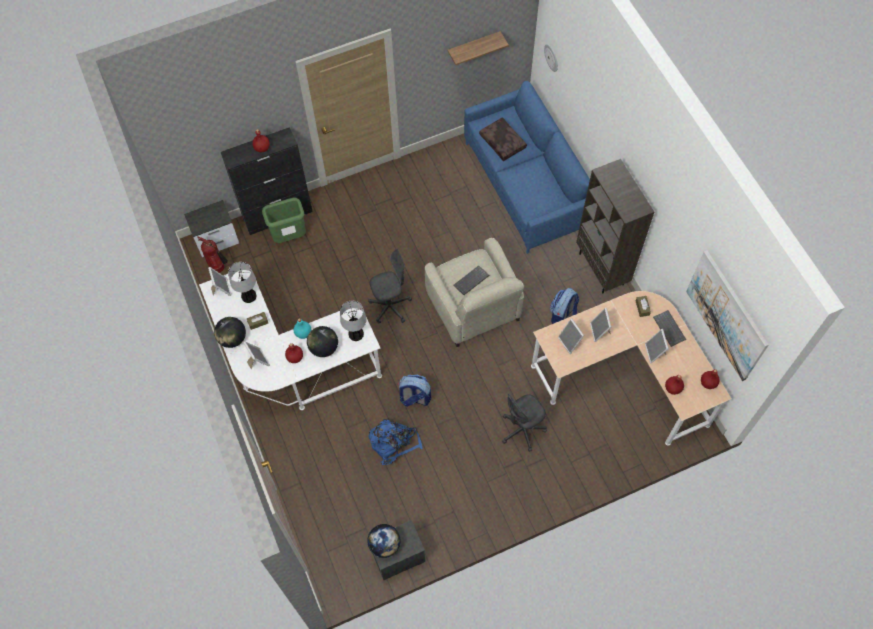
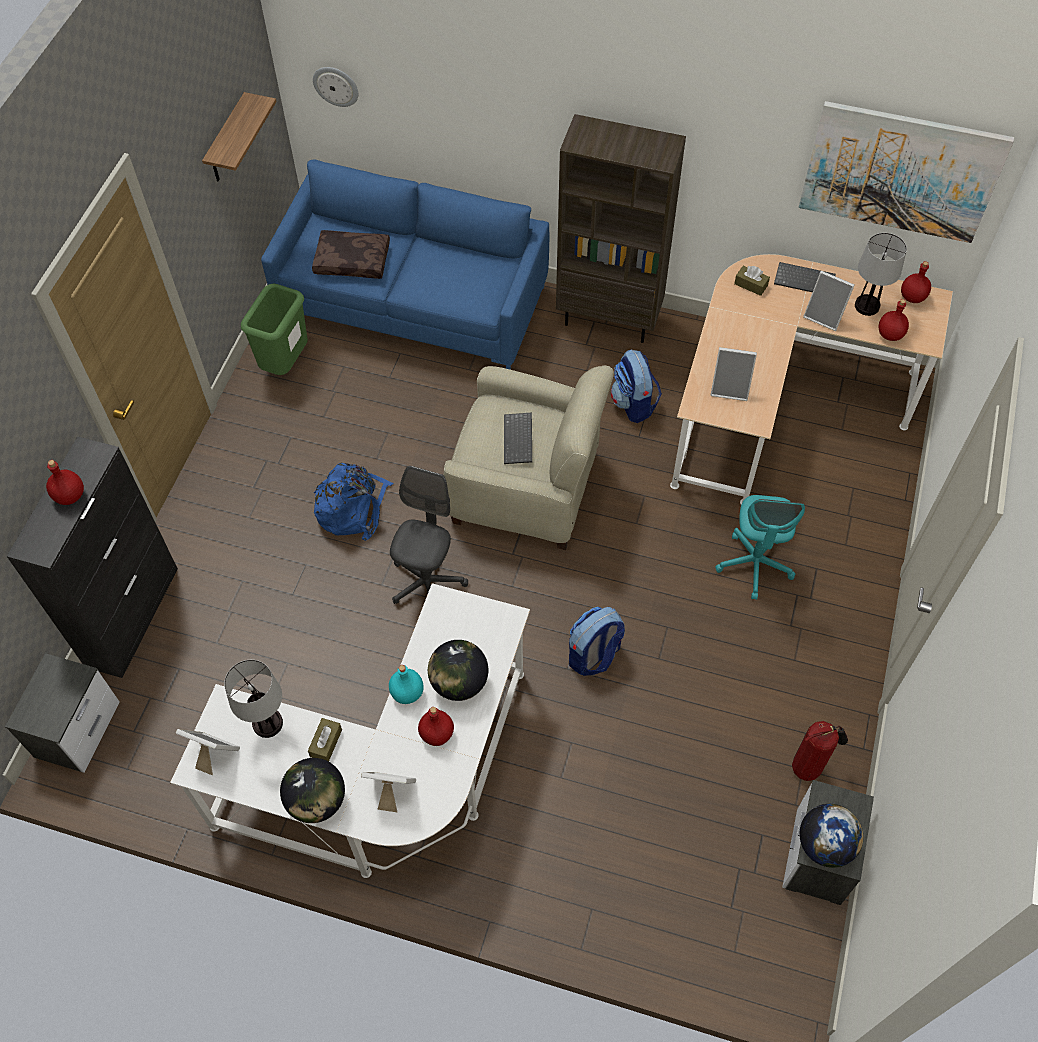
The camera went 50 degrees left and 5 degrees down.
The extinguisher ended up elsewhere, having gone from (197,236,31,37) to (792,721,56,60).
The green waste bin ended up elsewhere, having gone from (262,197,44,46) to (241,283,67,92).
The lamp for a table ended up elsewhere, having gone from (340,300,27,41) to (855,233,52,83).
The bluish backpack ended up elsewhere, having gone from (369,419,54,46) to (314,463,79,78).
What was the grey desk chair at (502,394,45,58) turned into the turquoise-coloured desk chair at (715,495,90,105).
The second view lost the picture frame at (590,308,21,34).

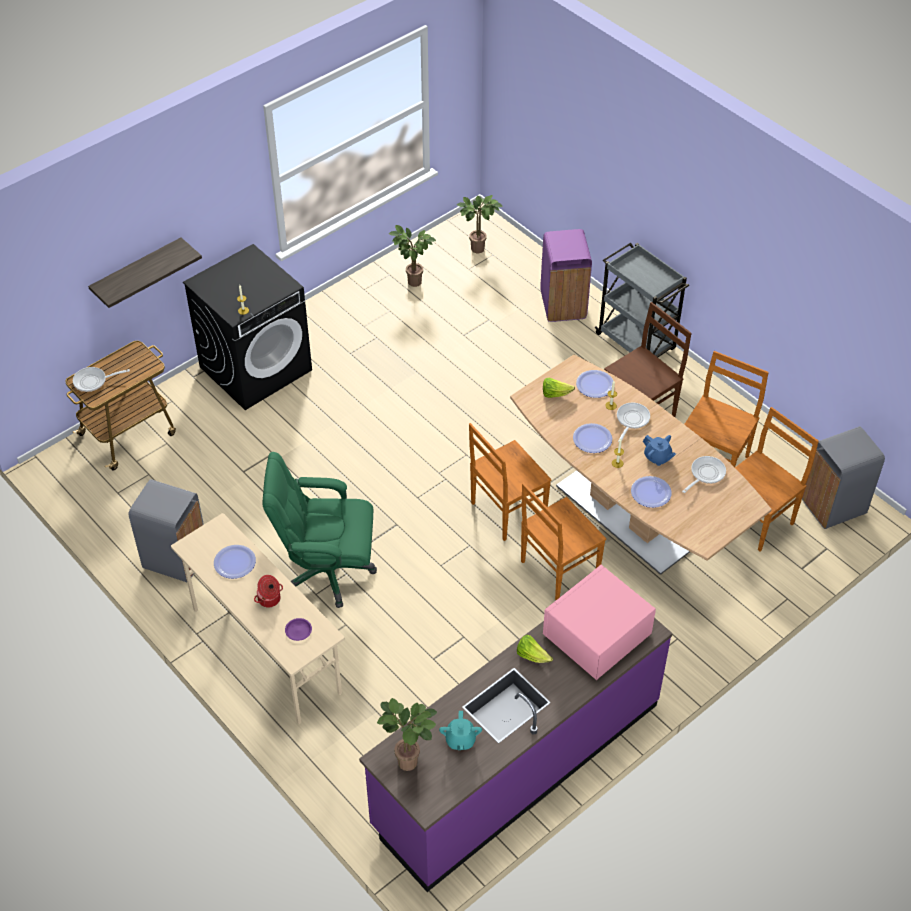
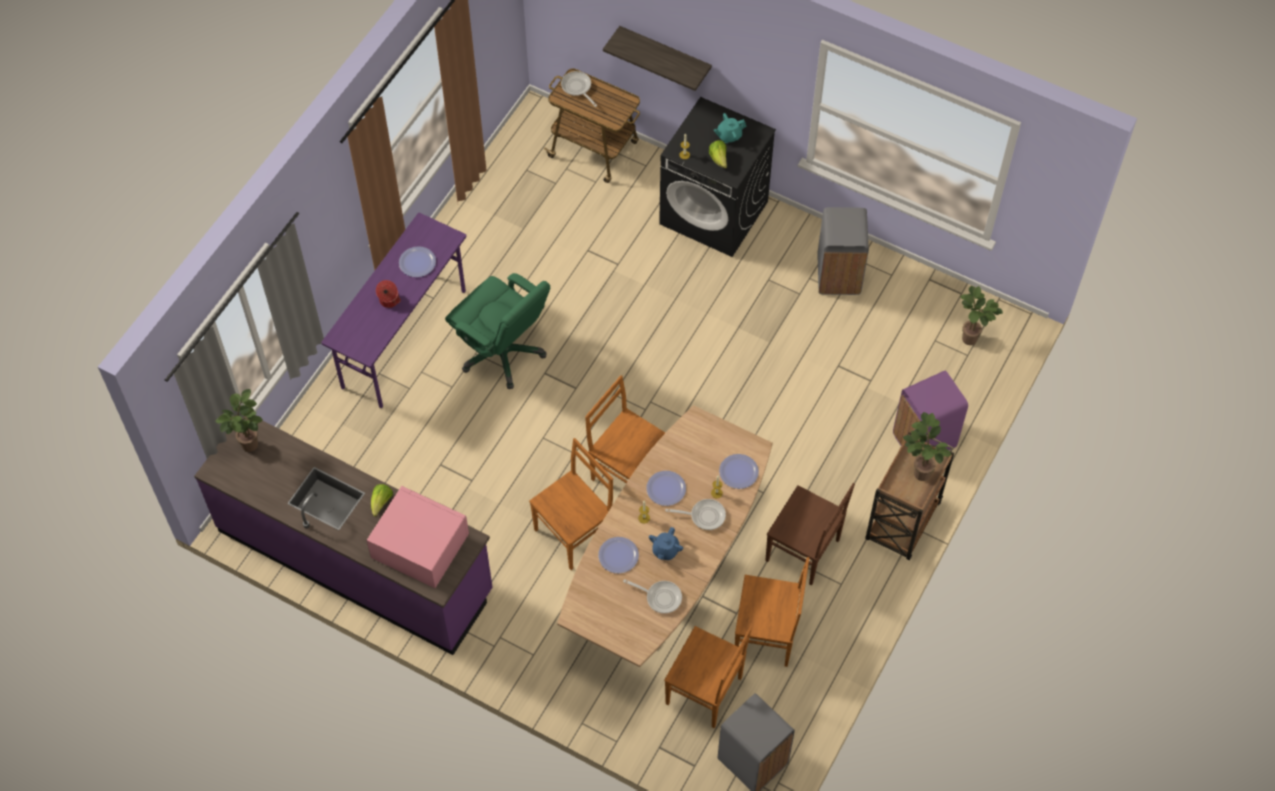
The camera went 70 degrees right and 10 degrees up.
The grey waste bin ended up elsewhere, having gone from (128,479,76,103) to (817,207,52,88).
What was the beige-coloured desk at (171,513,174,211) turned into the purplish desk at (321,213,146,195).
The green desk chair at (263,452,114,156) ended up facing another way, 150 degrees clockwise from before.
The second view lost the purplish flat dish at (285,618,27,23).
The potted plant ended up elsewhere, having gone from (389,225,47,62) to (903,412,48,69).
The turquoise-coloured pot for tea ended up elsewhere, having gone from (439,711,43,39) to (714,113,32,30).
The brown chair at (521,483,85,117) ended up facing another way, 105 degrees clockwise from before.
The lettuce head ended up elsewhere, having gone from (543,378,32,20) to (709,140,18,28).
What was the grey wheeled cart at (594,243,95,114) turned into the brown wheeled cart at (865,432,89,128).

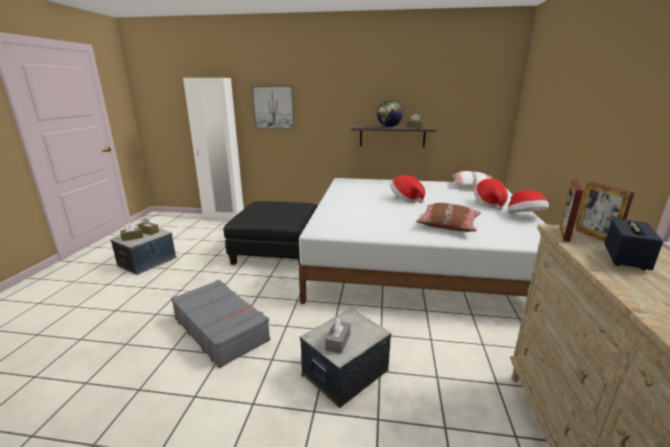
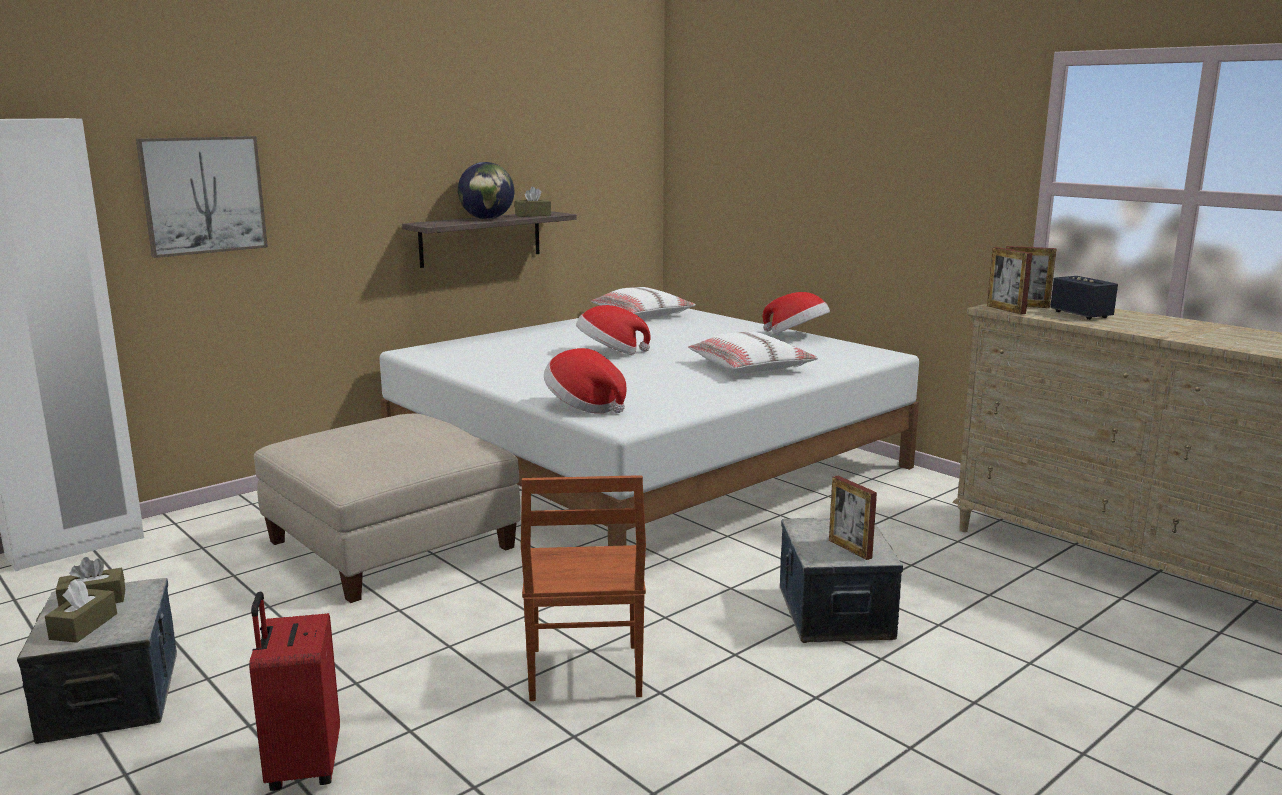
The camera went 50 degrees left and 5 degrees down.
Where the grey piece of luggage stood at (171,280,99,88), the brown chair came to stand at (521,475,125,226).
What was the black ottoman at (223,201,95,64) turned into the beige-coloured ottoman at (254,414,267,189).
Where the grey box of tissues stood at (325,318,26,36), the picture frame came to stand at (829,476,48,84).
What was the brown cushion at (416,203,65,29) turned into the white-coloured cushion at (688,332,130,41).
The wearable hat ended up elsewhere, having gone from (474,179,34,31) to (544,348,83,65).
The second view gained the red-coloured piece of luggage at (249,591,91,200).

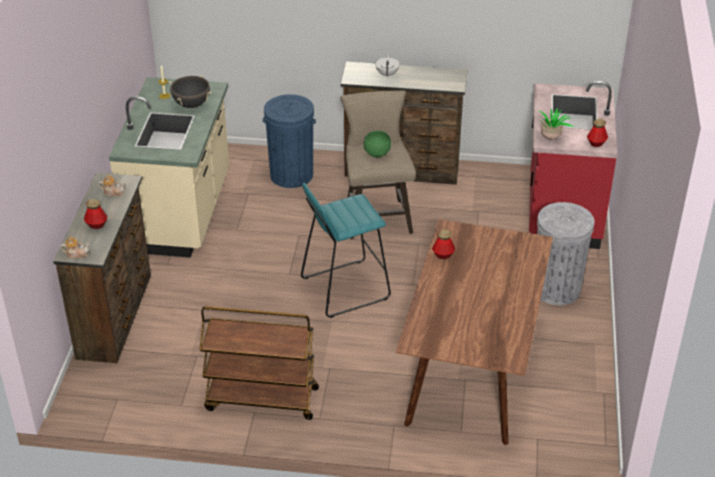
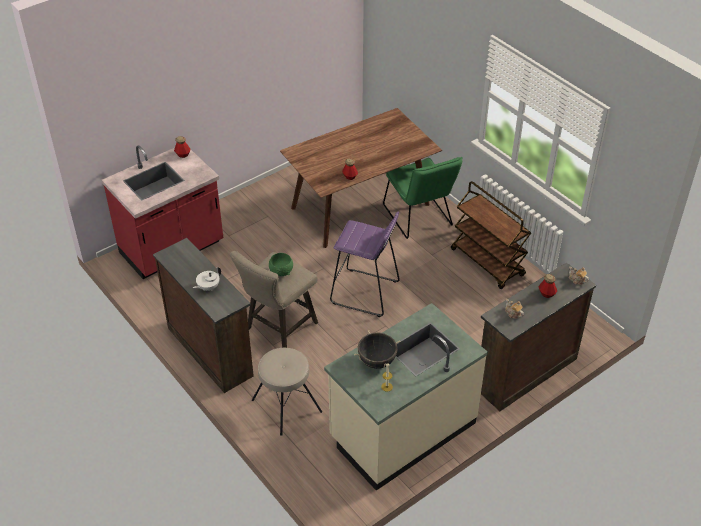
The camera went 135 degrees left and 5 degrees up.
Where the bluish waste bin stood at (263,94,53,94), the beige-coloured stool came to stand at (252,348,70,88).
What was the turquoise-coloured stool at (301,183,90,135) turned into the purplish stool at (330,211,70,106).
The second view lost the potted plant at (537,108,37,32).
The second view lost the grey waste bin at (537,202,58,103).
The second view gained the green chair at (383,157,80,82).

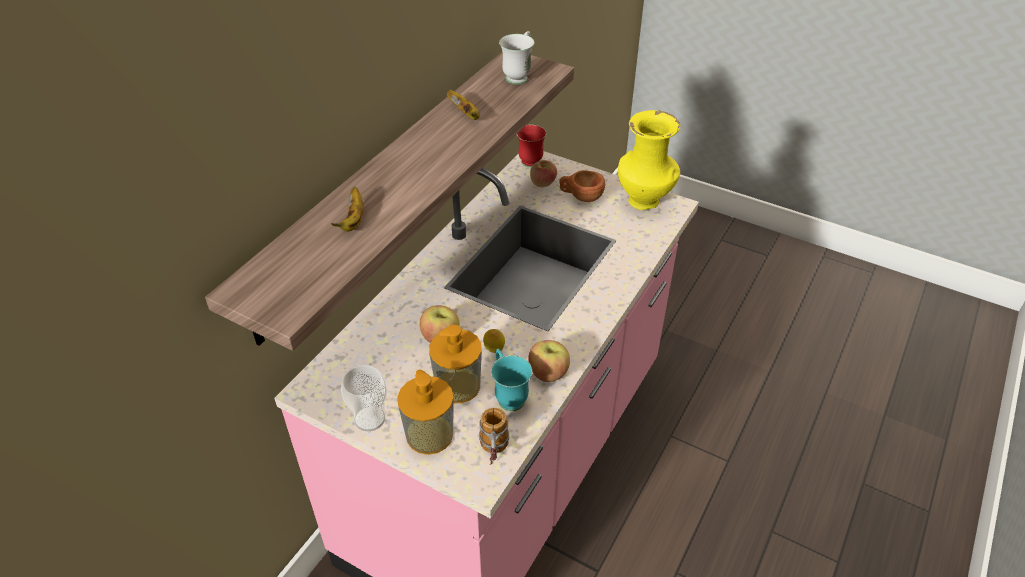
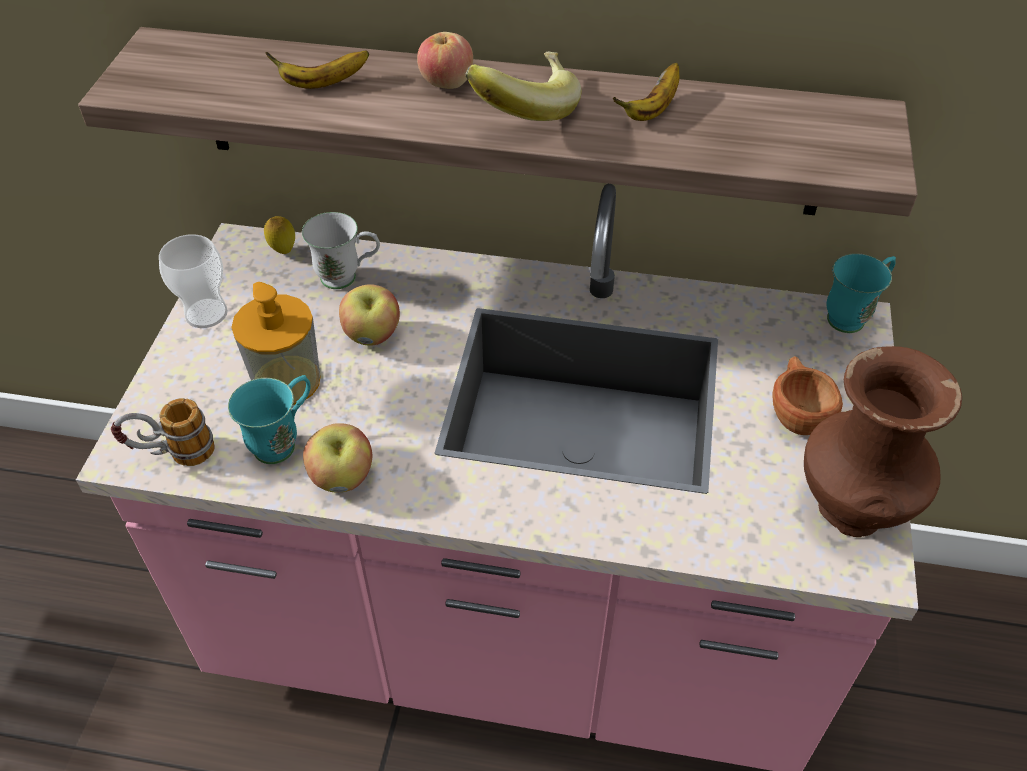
The camera went 70 degrees right and 5 degrees up.
The second view lost the soap bottle at (397,369,57,86).
The lemon ended up elsewhere, having gone from (483,329,22,24) to (264,216,31,38).
The white-coloured tea mug ended up elsewhere, having gone from (499,31,35,53) to (302,212,78,77).
What was the red-coloured tea mug at (517,124,29,44) turned into the turquoise-coloured tea mug at (826,253,70,80).
The apple fruit ended up elsewhere, having gone from (530,160,27,27) to (417,32,56,57).
What was the yellow decorative vase at (618,110,62,100) turned into the brown decorative vase at (804,346,158,191).
The second view gained the banana at (466,51,116,70).

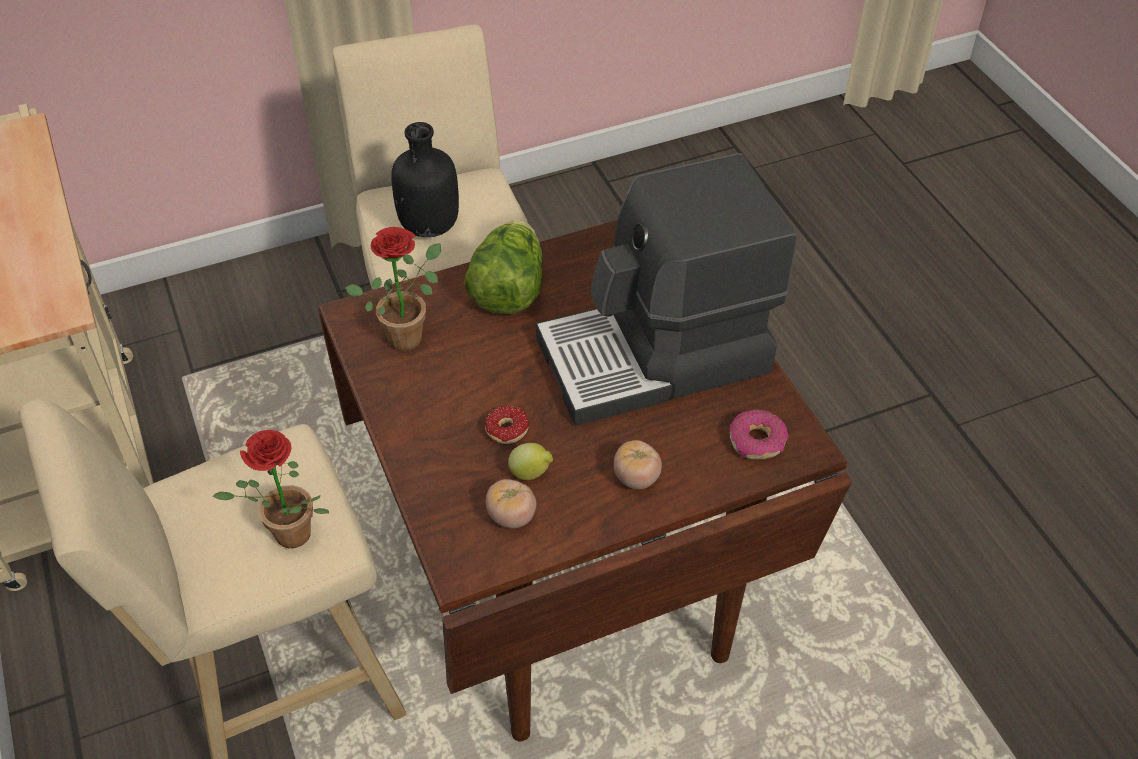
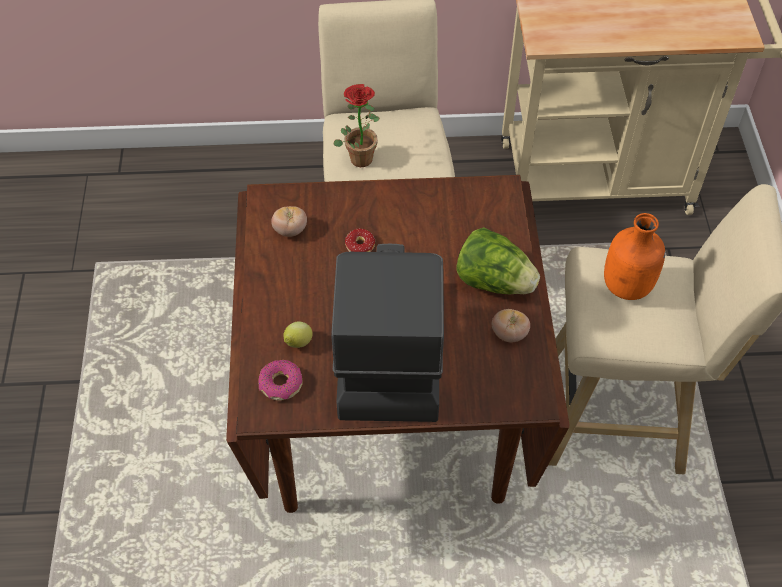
The camera went 110 degrees right and 5 degrees up.
The second view lost the potted plant at (345,227,96,124).
What was the black bottle at (391,122,68,115) turned into the orangey bottle at (604,213,61,87).
The lemon ended up elsewhere, having gone from (508,443,45,37) to (283,321,30,27).
The tomato ended up elsewhere, having gone from (614,440,48,50) to (492,309,38,34).

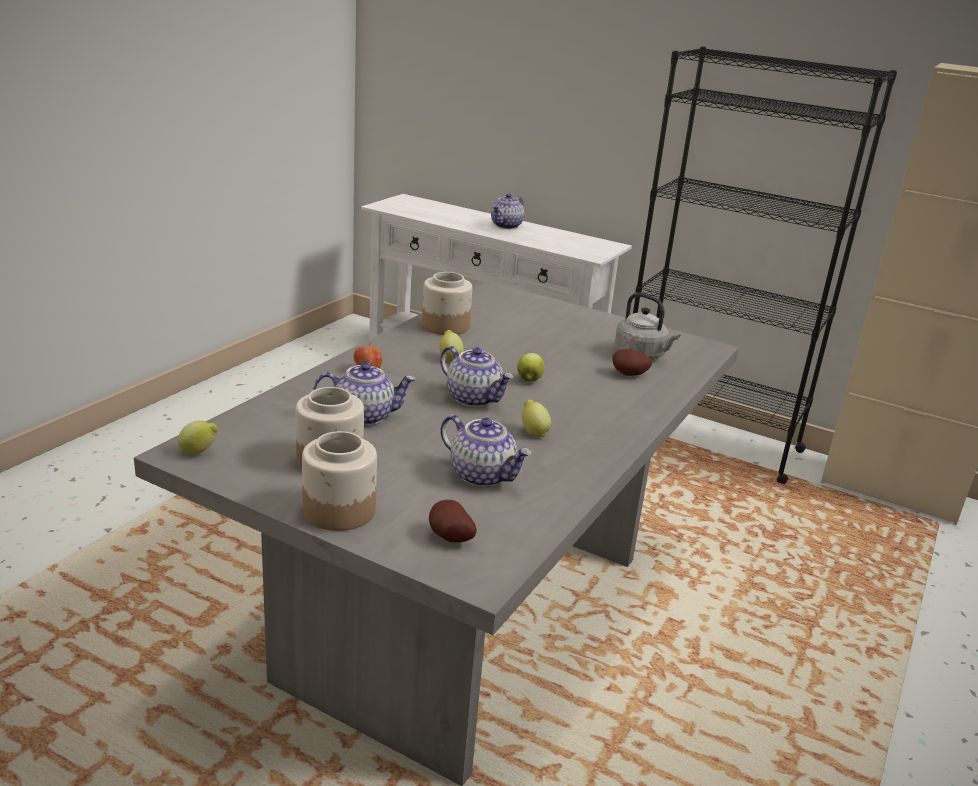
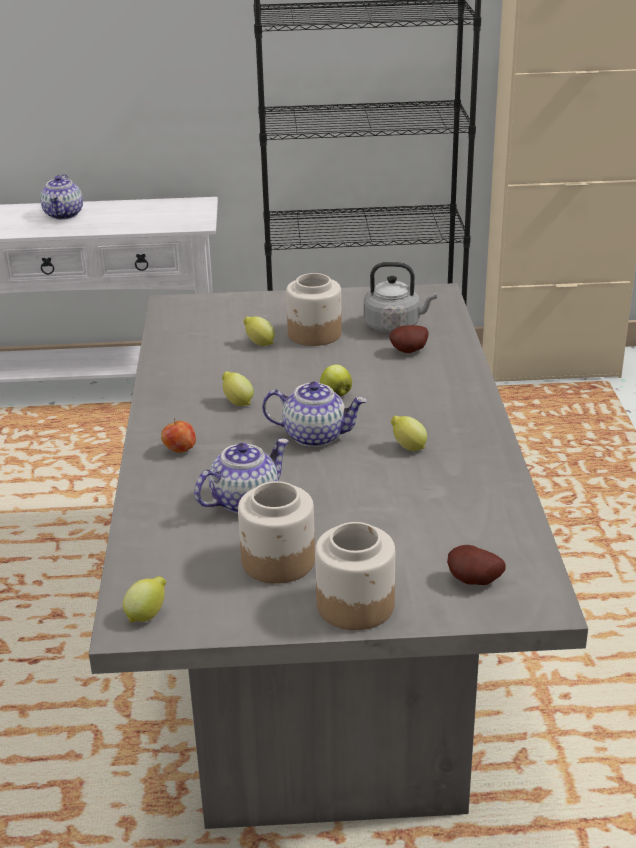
The camera went 30 degrees left and 5 degrees up.
The preserve jar ended up elsewhere, having gone from (422,272,50,63) to (286,273,56,73).
The second view lost the pot for tea at (441,415,91,72).
The second view gained the lemon at (243,316,32,30).

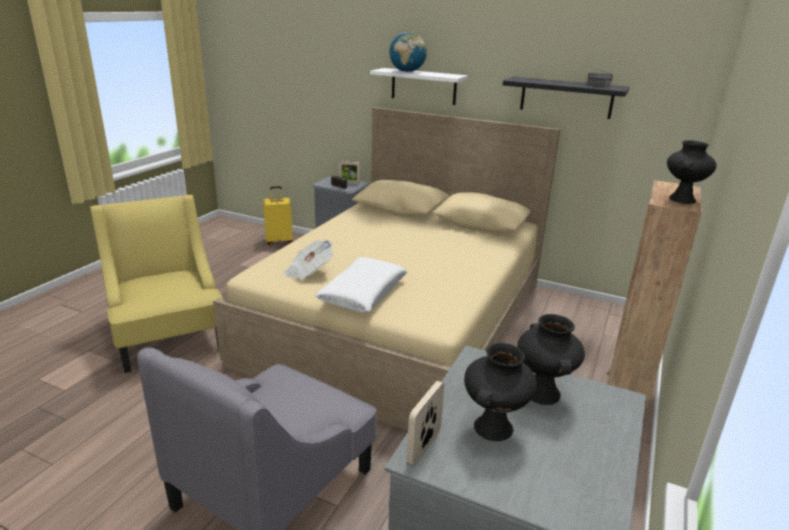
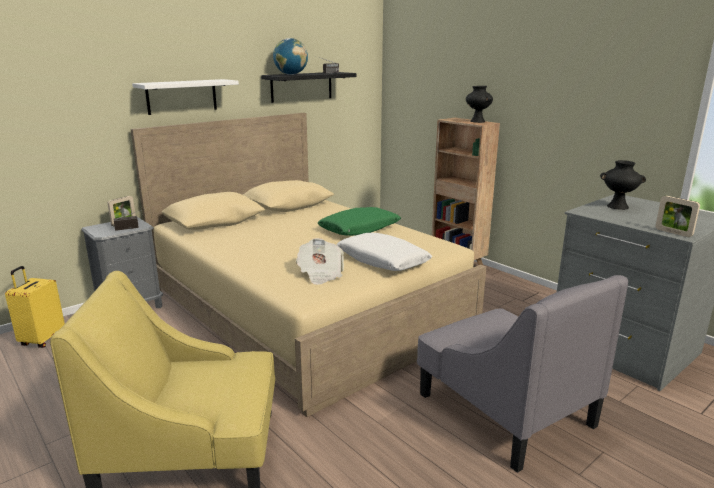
The camera went 65 degrees left and 5 degrees down.
The desk globe ended up elsewhere, having gone from (389,32,38,40) to (273,38,35,37).
The second view lost the black decorative vase at (464,343,73,98).
The second view gained the green cushion at (318,207,83,29).

